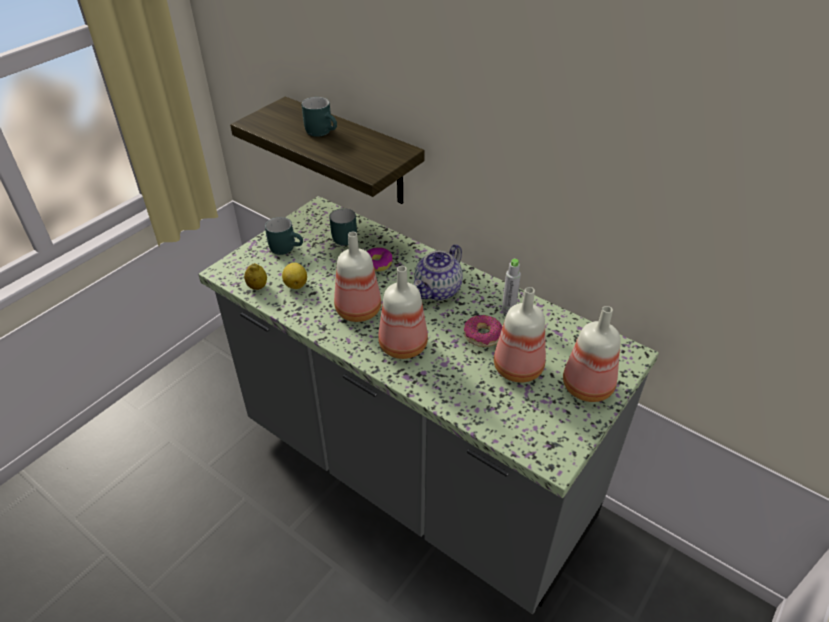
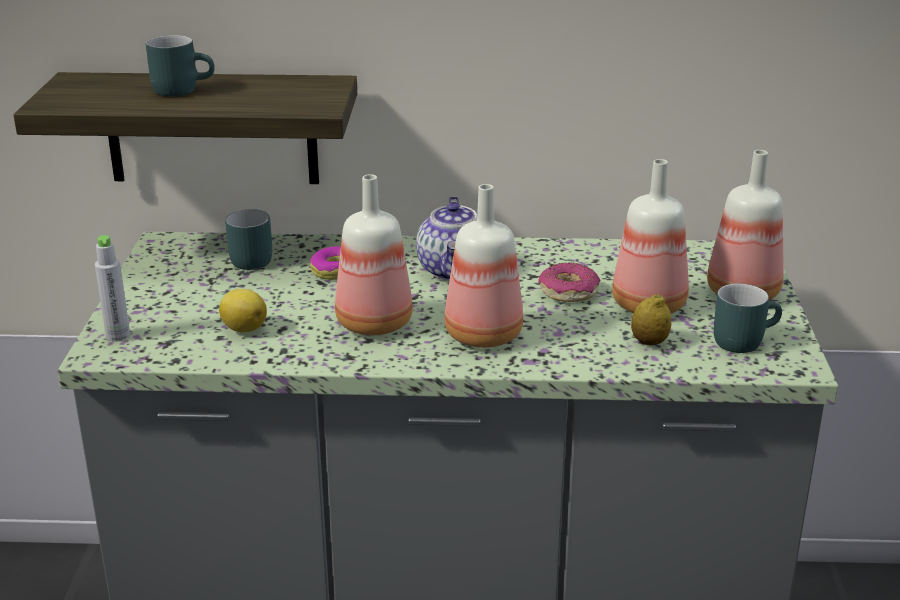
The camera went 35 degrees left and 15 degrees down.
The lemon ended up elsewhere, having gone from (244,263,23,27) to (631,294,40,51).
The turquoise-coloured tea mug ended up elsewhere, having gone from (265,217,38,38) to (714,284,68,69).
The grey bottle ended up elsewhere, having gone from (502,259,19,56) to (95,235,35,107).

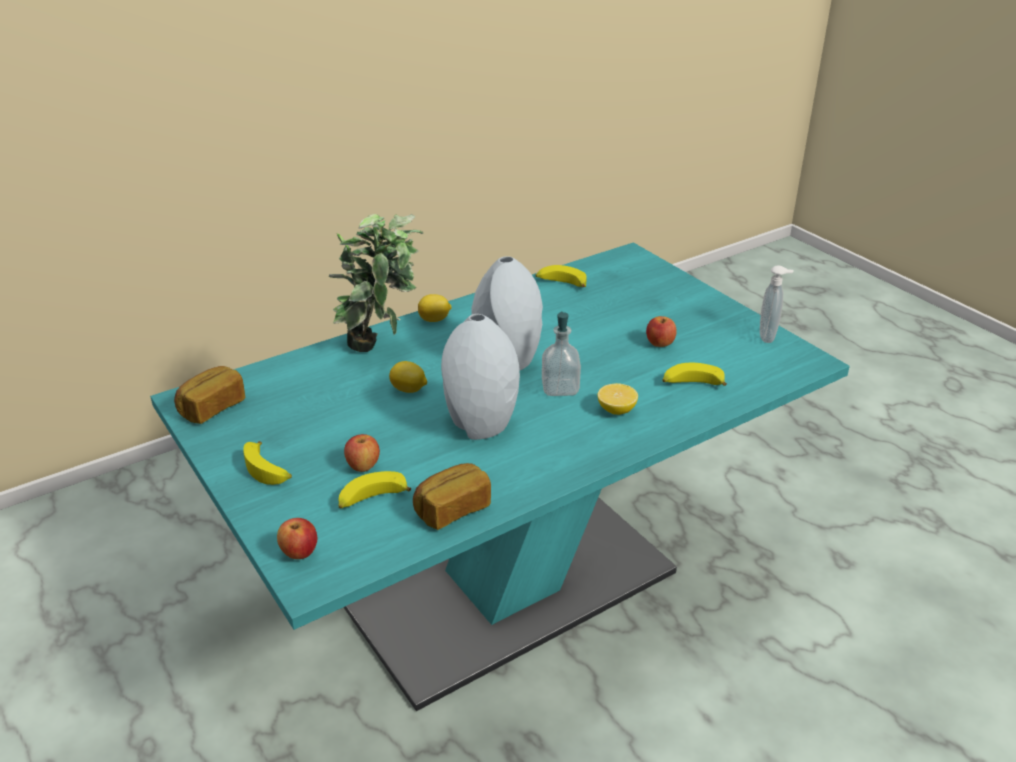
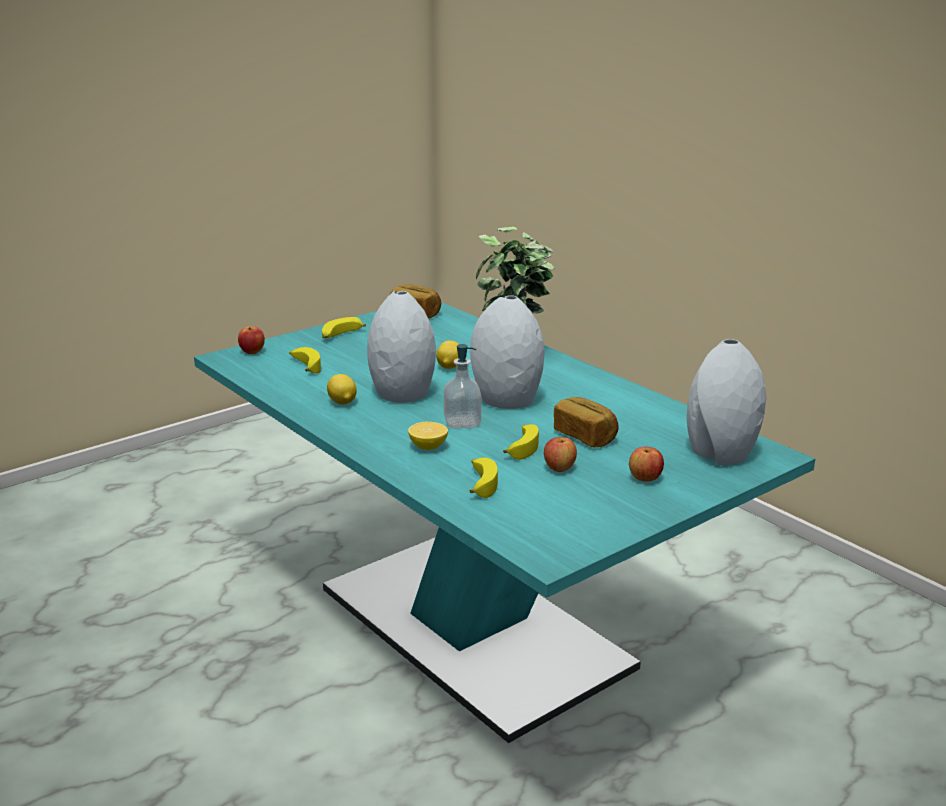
The camera went 85 degrees right and 10 degrees down.
The apple fruit ended up elsewhere, having gone from (344,434,36,38) to (629,447,35,35).
The baked bread ended up elsewhere, having gone from (413,463,78,67) to (554,397,65,50).
The lemon ended up elsewhere, having gone from (418,294,33,28) to (327,374,30,31).
The banana ended up elsewhere, having gone from (535,265,52,22) to (503,424,36,36).
The second view lost the soap bottle at (760,265,34,78).
The second view gained the grey decorative vase at (687,339,79,126).

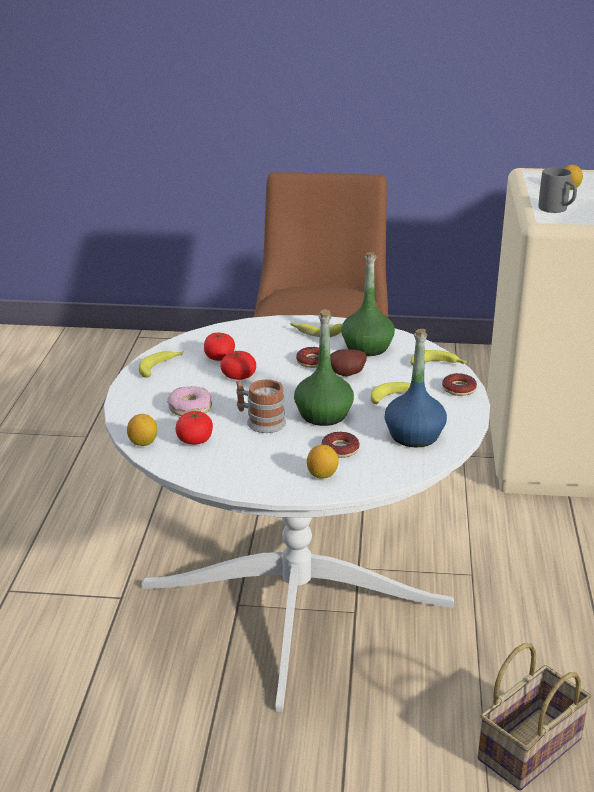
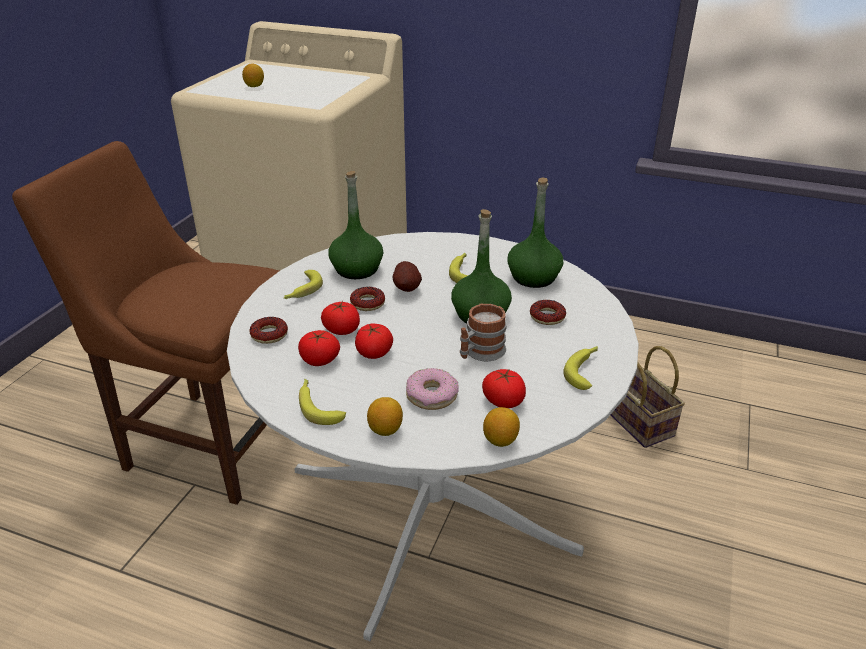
The camera went 75 degrees left and 5 degrees up.
The lemon ended up elsewhere, having gone from (307,445,32,33) to (367,397,36,39).
What was the bluish bottle at (385,329,62,118) turned into the green bottle at (507,177,56,111).
The banana ended up elsewhere, having gone from (410,350,57,15) to (563,346,35,44).
The doughnut ended up elsewhere, having gone from (442,373,35,23) to (250,317,38,27).
The second view lost the grey tea mug at (539,168,38,45).
The second view gained the tomato at (321,301,39,34).

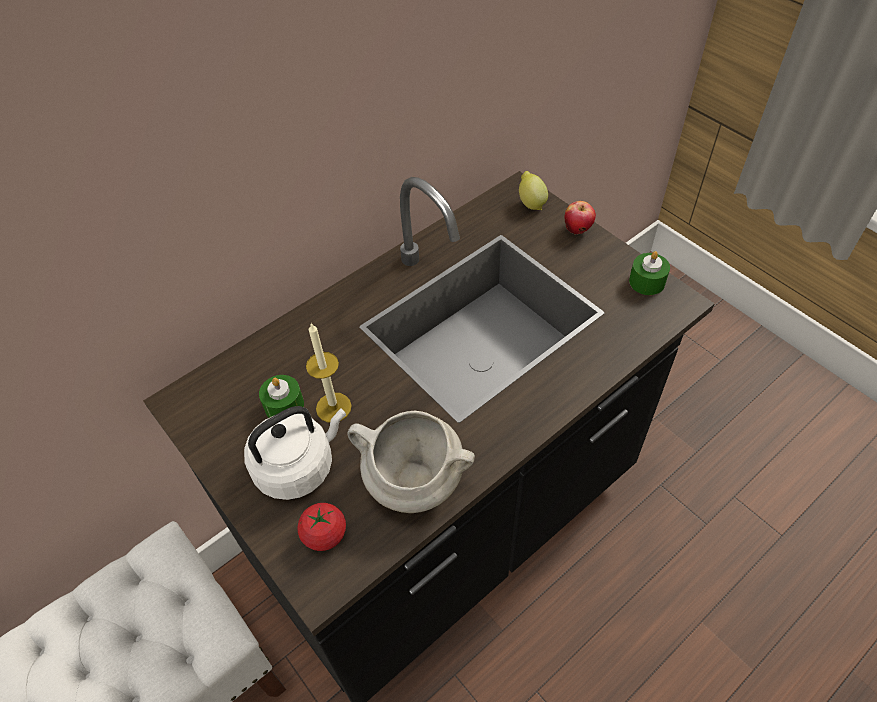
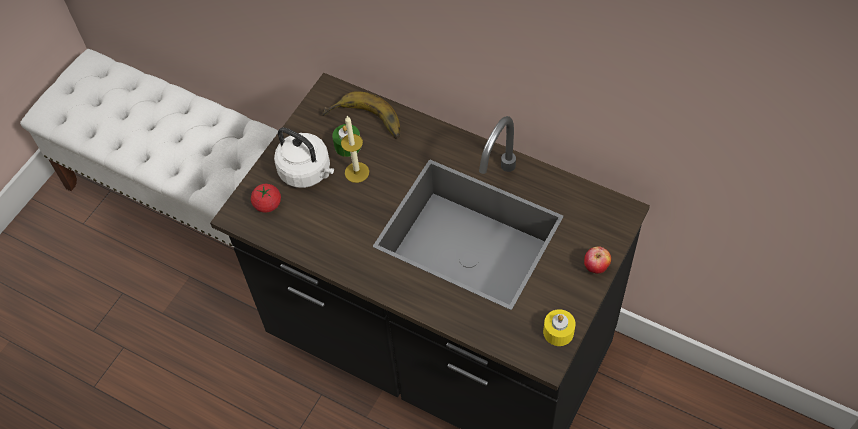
The camera went 70 degrees right and 5 degrees up.
The second view lost the white-coloured saucepot at (347,411,128,102).
The second view lost the lemon at (519,171,29,39).
What was the green wax candle at (629,251,41,44) turned into the yellow wax candle at (543,309,33,37).
The second view gained the banana at (322,91,78,48).

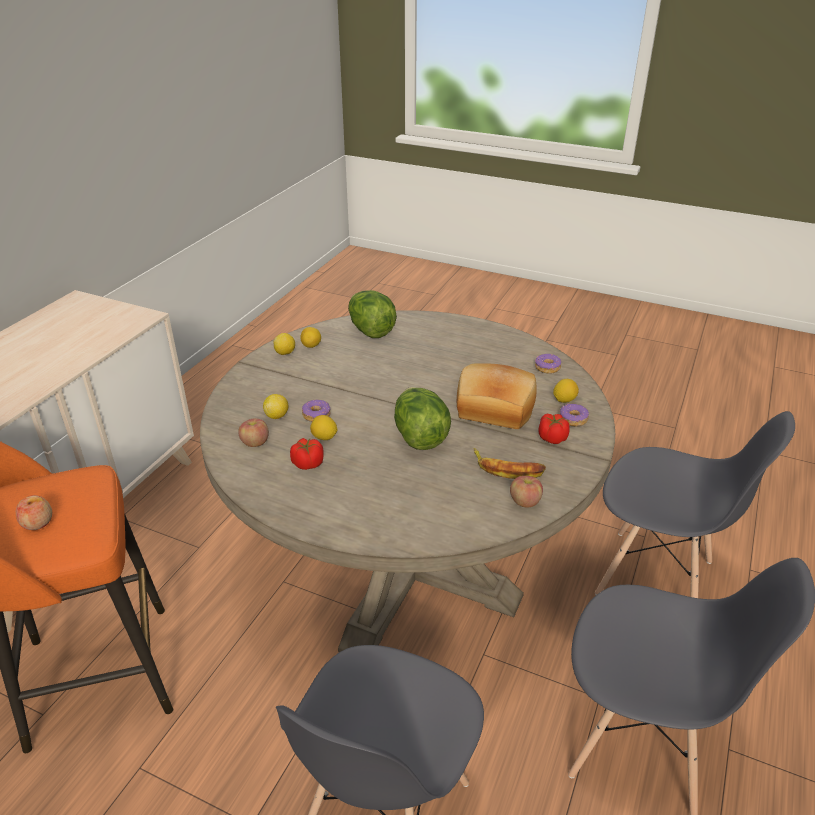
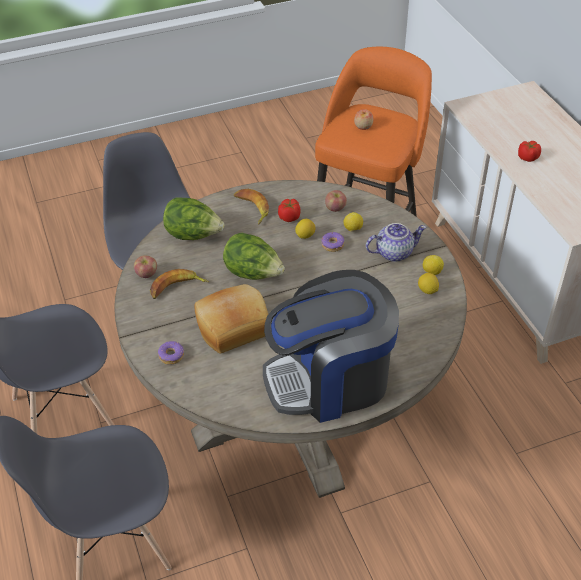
The camera went 135 degrees right and 10 degrees up.
The lettuce head ended up elsewhere, having gone from (348,290,49,48) to (163,197,62,43).
The second view lost the doughnut at (535,354,26,20).
The tomato ended up elsewhere, having gone from (538,413,32,31) to (518,141,23,21).
The second view lost the lemon at (553,379,26,24).
The second view gained the banana at (234,189,35,36).
The second view gained the coffee maker at (263,270,136,153).
The second view gained the pot for tea at (366,223,60,39).

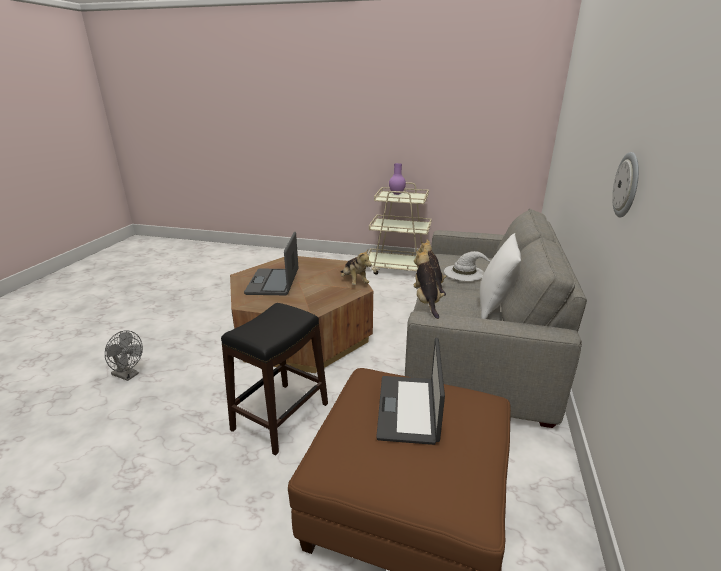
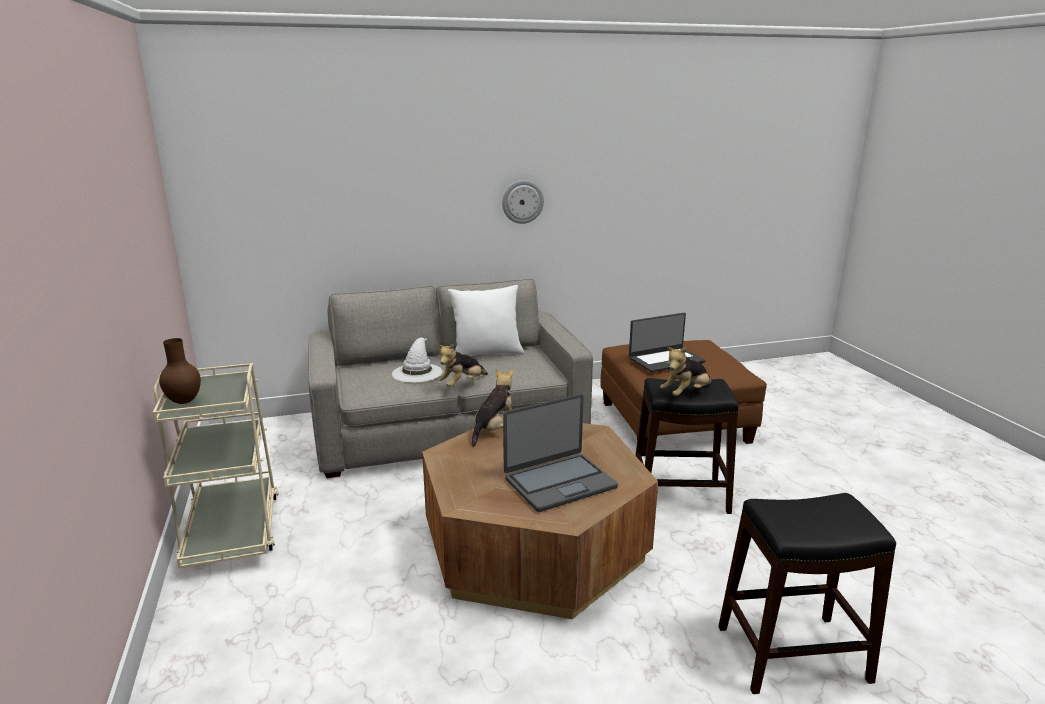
The camera went 120 degrees left and 5 degrees down.
Where the grey cooling fan stood at (105,330,38,51), the black stool came to stand at (718,493,178,201).
What was the purplish decorative vase at (389,163,17,32) turned into the brown decorative vase at (159,338,42,66).
The cuddly toy ended up elsewhere, having gone from (414,248,31,71) to (660,347,52,49).

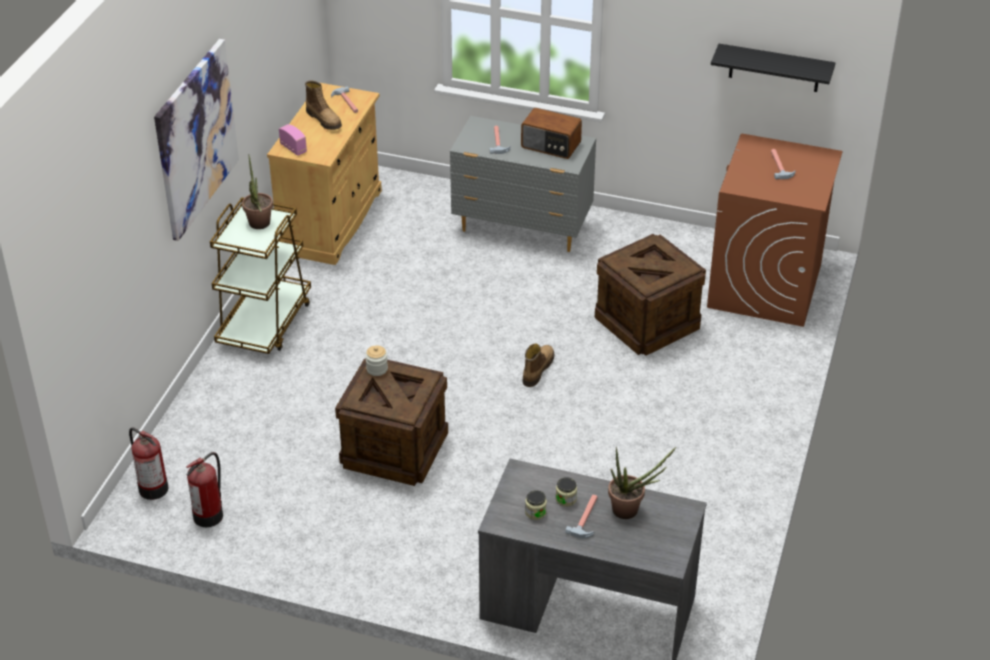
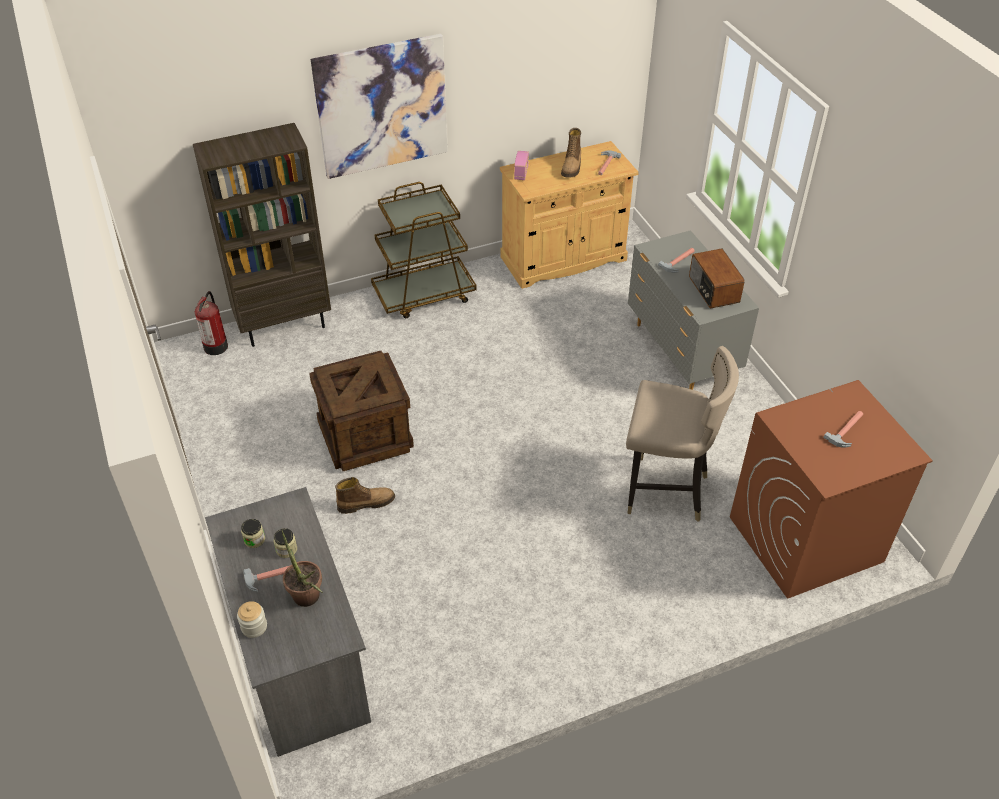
The camera went 50 degrees right and 5 degrees up.
The second view lost the extinguisher at (186,452,37,75).
The second view lost the potted plant at (242,154,31,75).
The preserve jar ended up elsewhere, having gone from (365,345,23,31) to (237,601,30,37).
The high-top boot ended up elsewhere, having gone from (523,343,31,44) to (335,477,60,37).
Where the shipping crate stood at (595,234,111,122), the beige-coloured stool came to stand at (626,346,113,176).
The second view lost the black bracket shelf at (711,44,125,48).
The second view gained the brown shelving unit at (193,123,138,224).

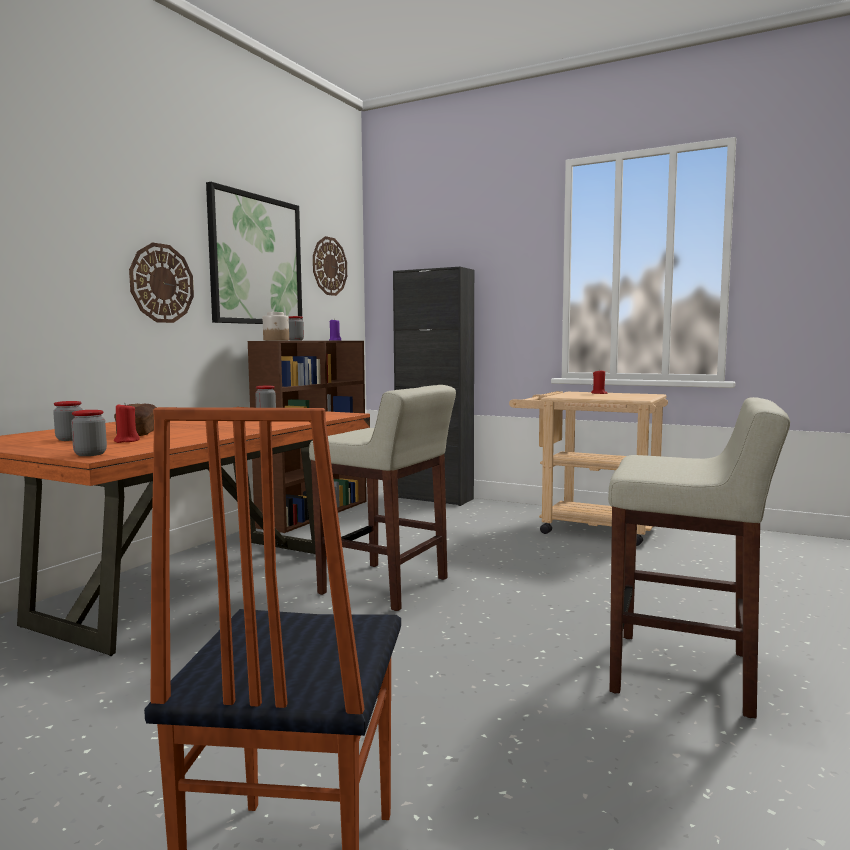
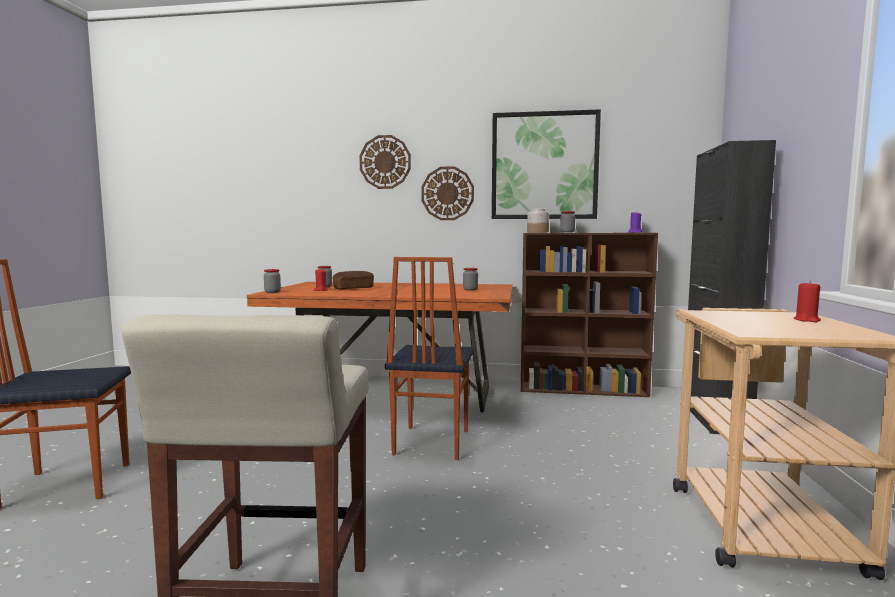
The camera went 70 degrees right and 0 degrees up.
Where the beige-coloured stool stood at (309,385,147,226), the chair came to stand at (385,257,88,203).
The wall clock ended up elsewhere, having gone from (313,236,34,60) to (359,135,52,54).

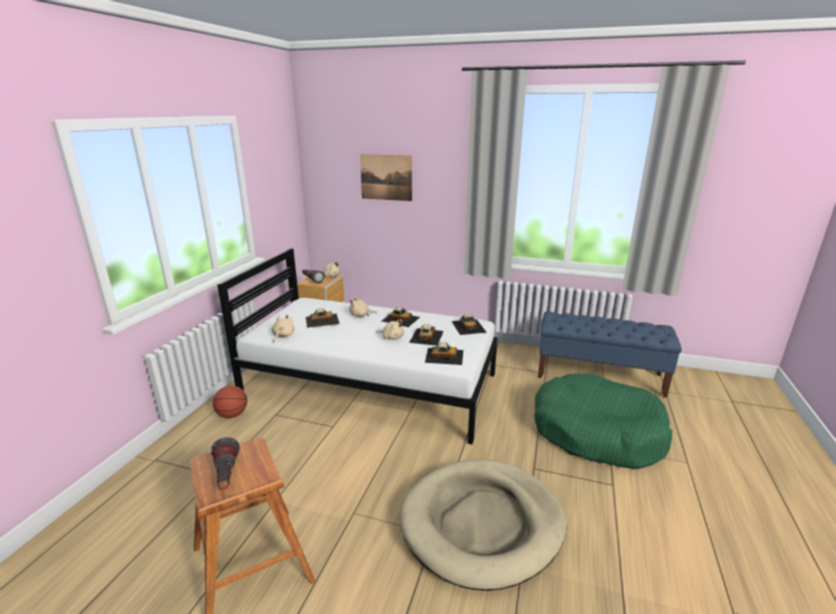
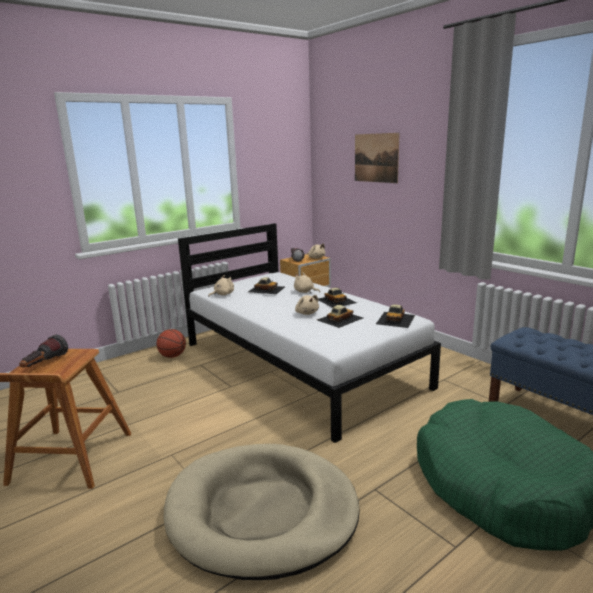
The camera went 35 degrees right and 5 degrees down.
The second view lost the model car at (425,342,38,23).

